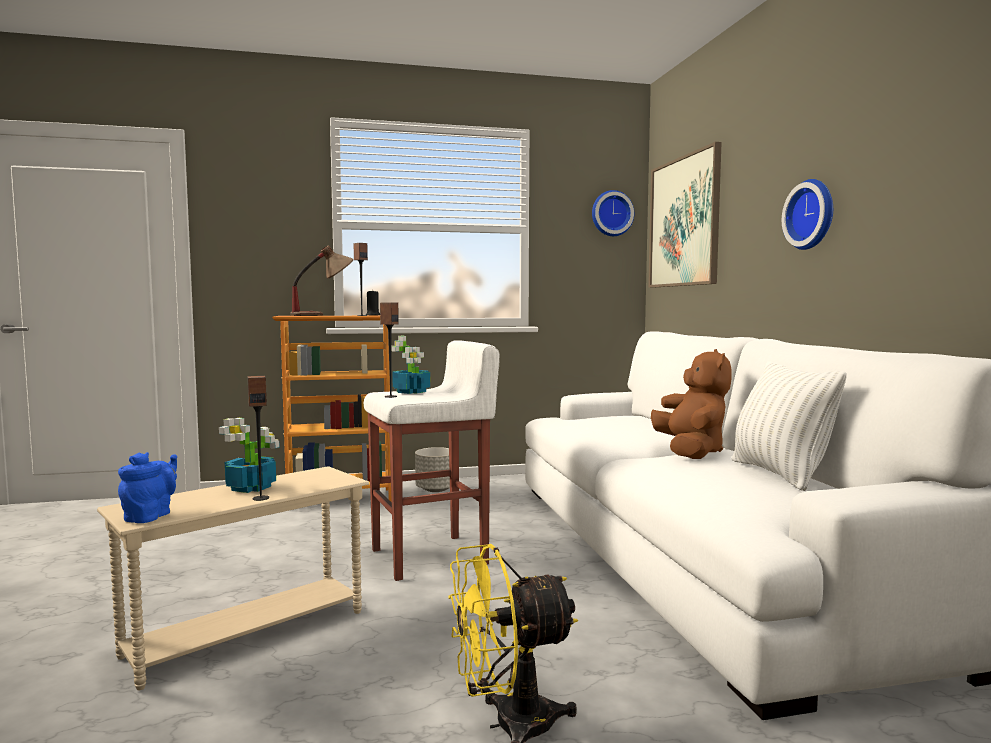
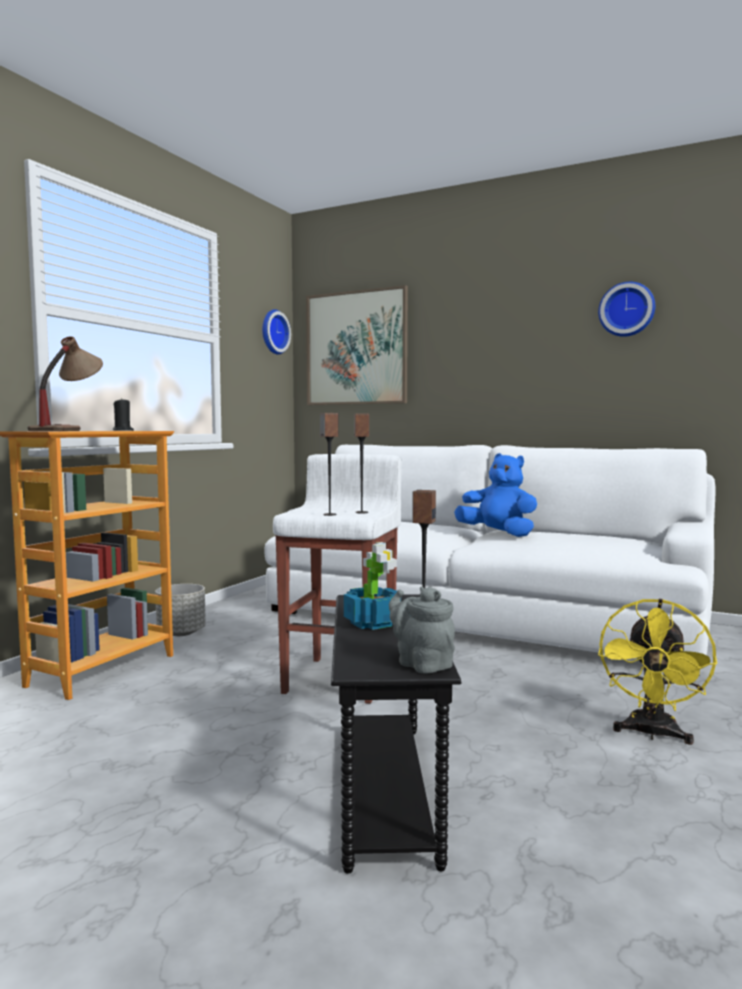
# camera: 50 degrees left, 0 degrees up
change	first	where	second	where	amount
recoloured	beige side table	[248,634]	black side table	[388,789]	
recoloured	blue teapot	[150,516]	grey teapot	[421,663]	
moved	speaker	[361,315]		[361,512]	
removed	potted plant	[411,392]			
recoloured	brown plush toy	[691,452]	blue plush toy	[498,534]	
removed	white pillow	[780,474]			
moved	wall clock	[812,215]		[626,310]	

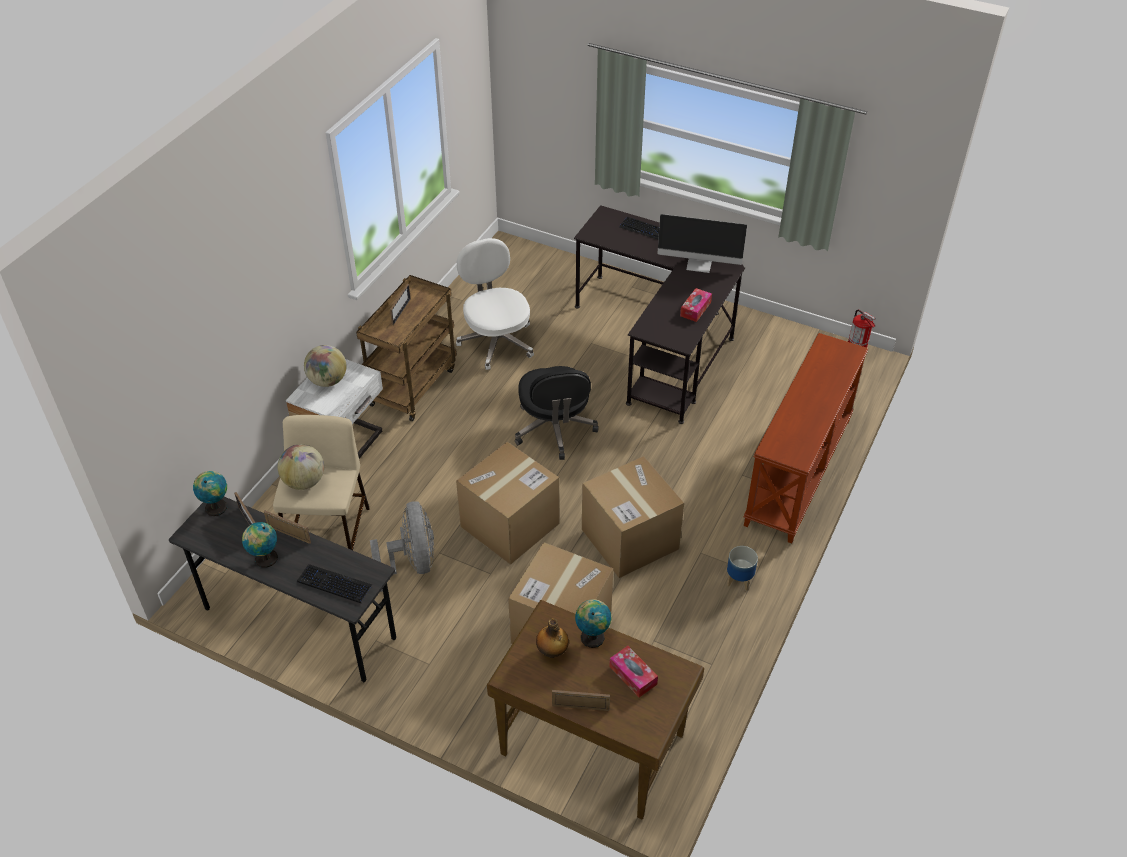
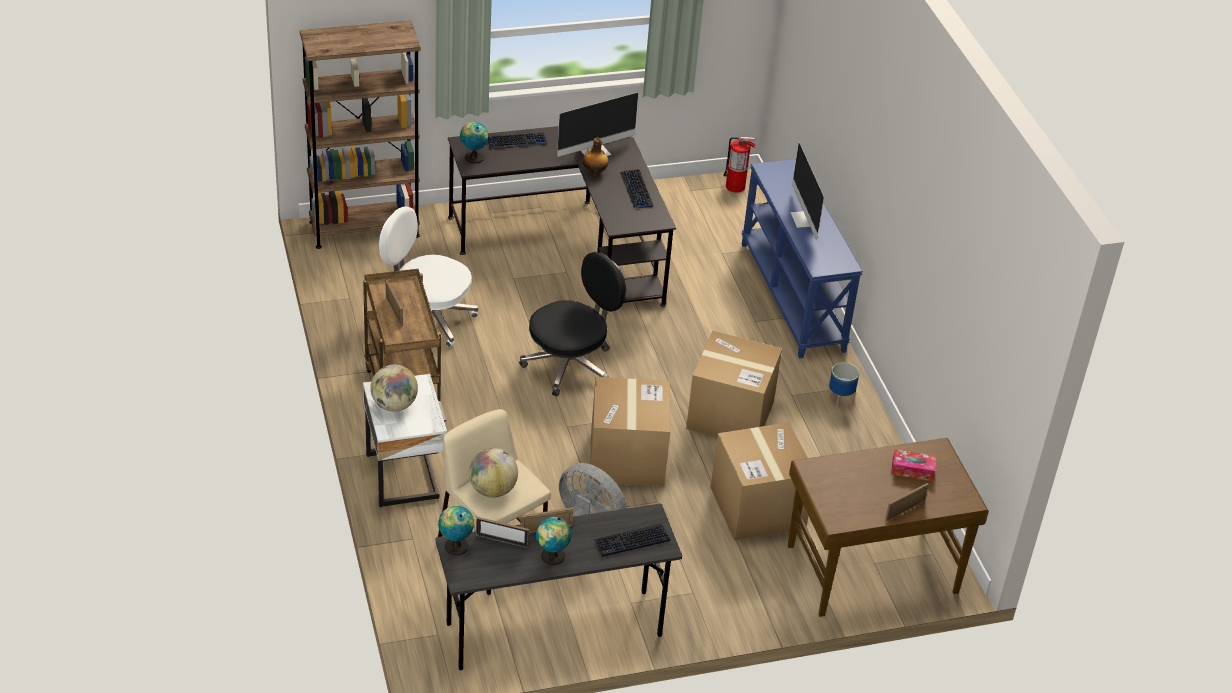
# camera: 45 degrees left, 5 degrees down
change	first	where	second	where	amount
turned	black office chair	[554,429]		[570,365]	75 degrees counterclockwise
moved	bottle	[552,652]		[594,173]	
moved	globe	[592,636]		[473,157]	
replaced	tissue box	[695,309]	keyboard	[636,190]	
recoloured	brown console table	[799,472]	blue console table	[793,296]	
added			brown bookcase	[364,229]	
added			monitor	[805,219]	

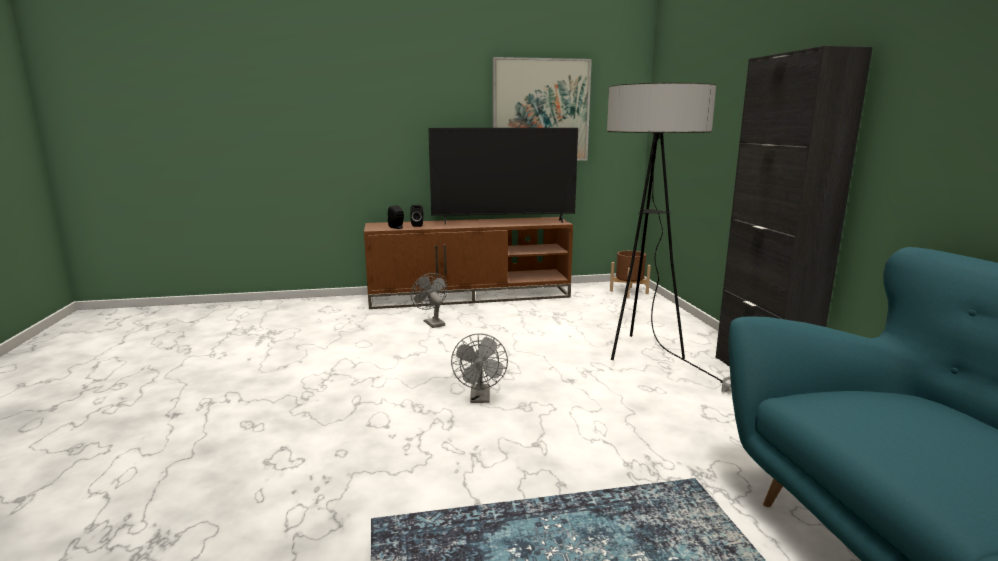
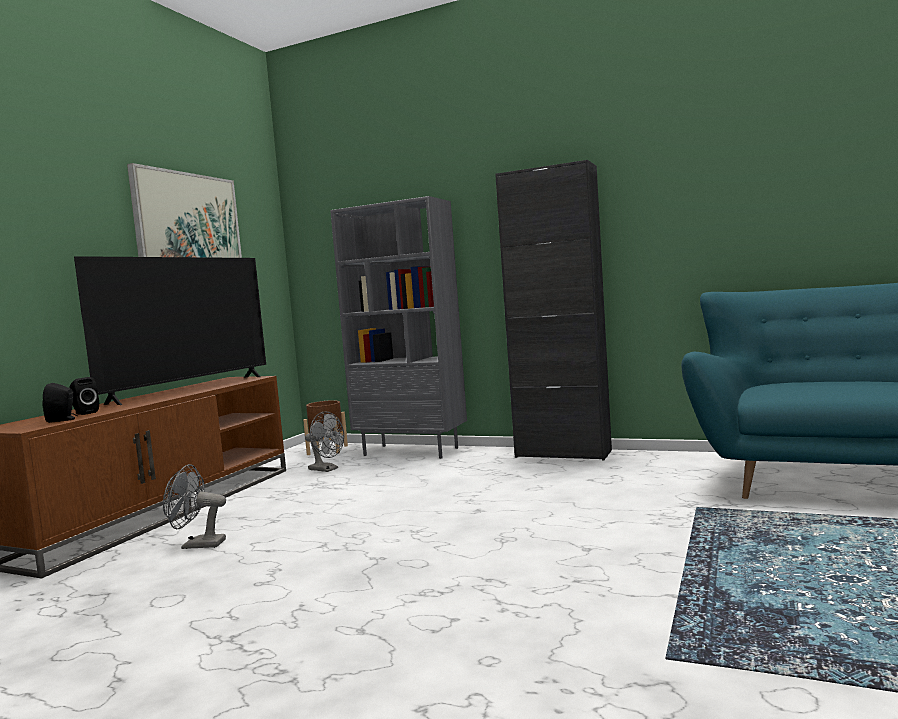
# camera: 55 degrees left, 10 degrees down
change	first	where	second	where	amount
moved	grey fan	[480,398]		[327,469]	
removed	floor lamp	[645,358]			
added			grey bookcase	[412,451]	

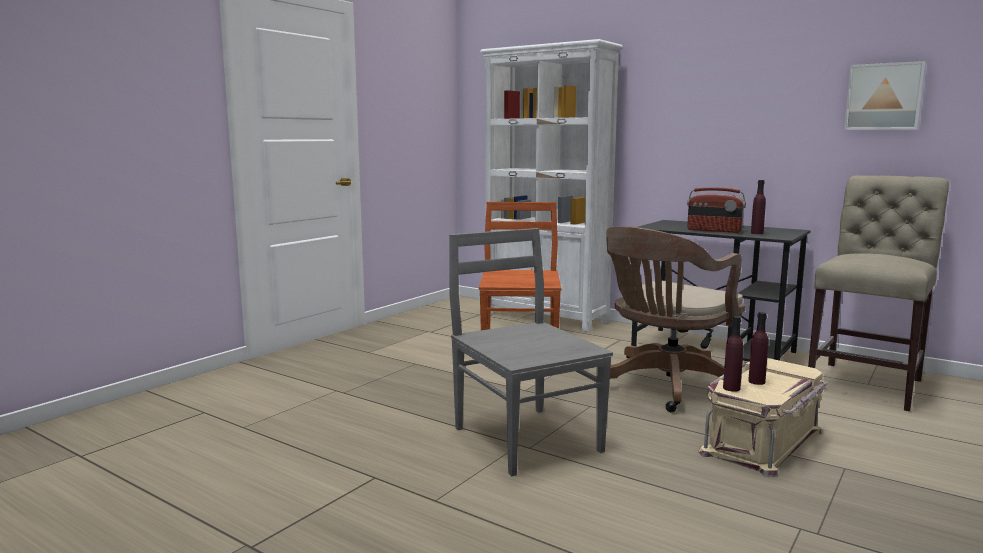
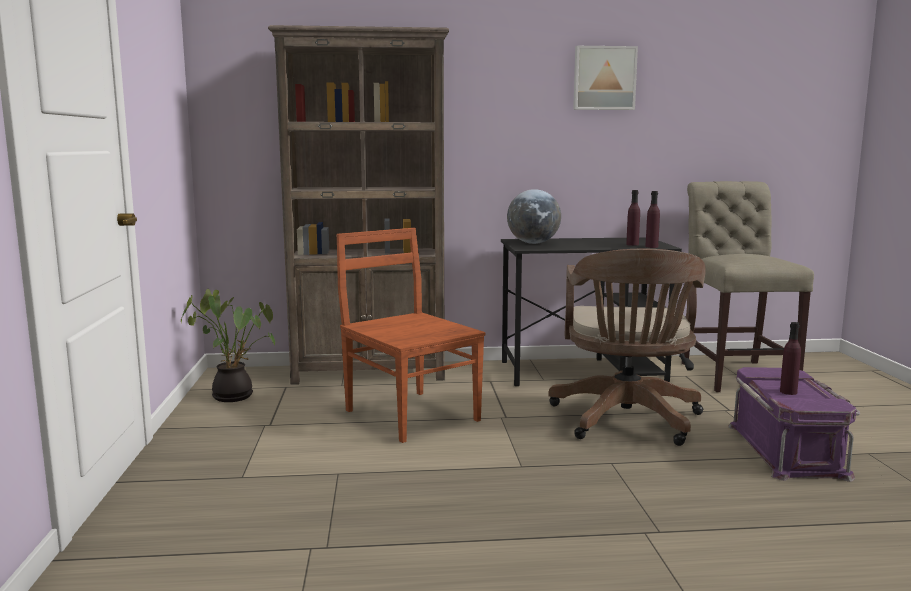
# camera: 40 degrees left, 0 degrees up
change	first	where	second	where	amount
removed	grey chair	[525,438]			
recoloured	white bookcase	[546,317]	brown bookcase	[370,373]	
removed	radio	[714,230]			
recoloured	beige storage box	[763,442]	purple storage box	[788,450]	
moved	purple bottle	[731,388]		[651,247]	
moved	picture	[884,97]		[604,78]	
added			potted plant	[234,395]	
added			globe	[533,243]	

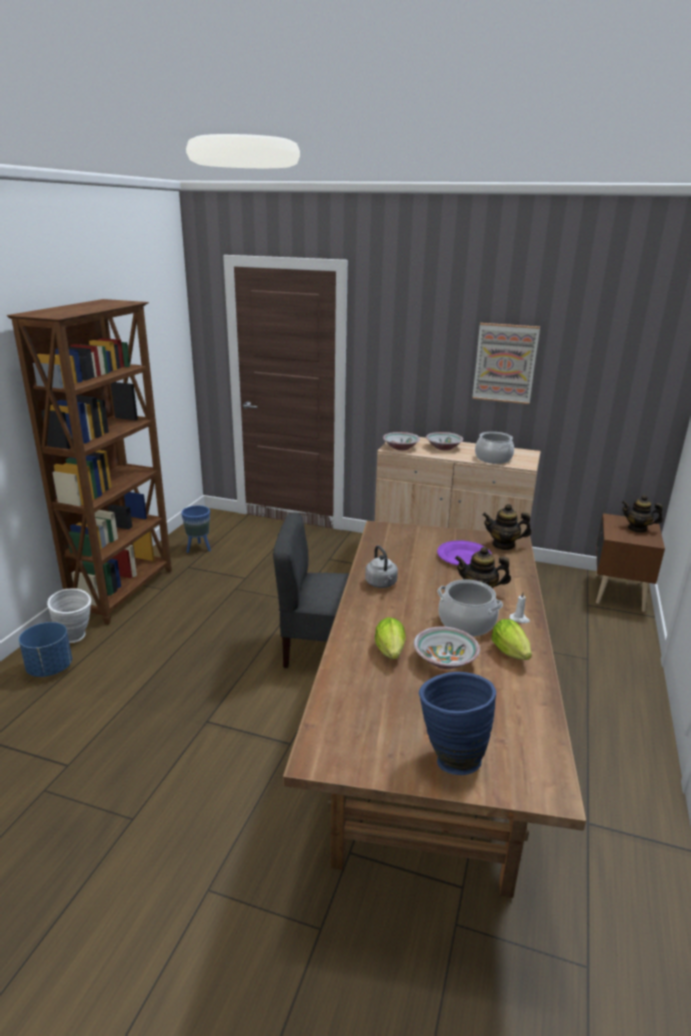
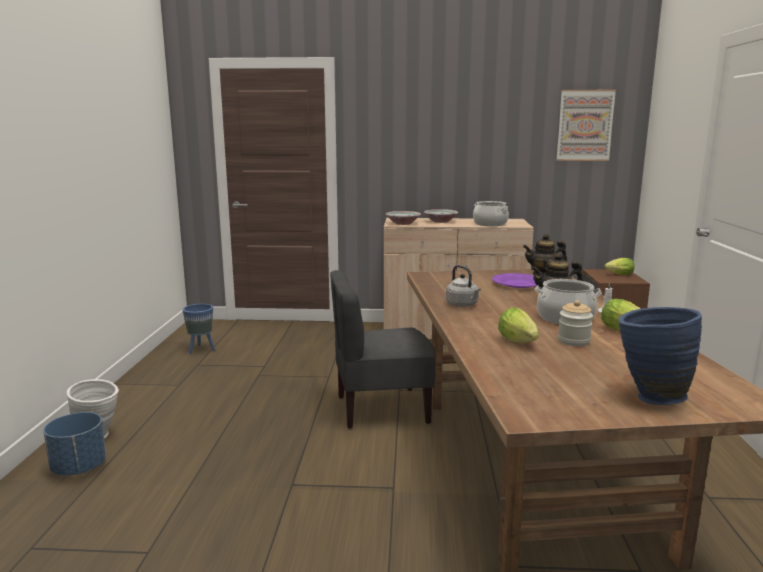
# camera: 15 degrees left, 10 degrees down
change	first	where	second	where	amount
removed	brown bookcase	[124,591]			
replaced	bowl	[445,660]	jar	[573,341]	
moved	picture	[505,363]		[585,125]	
replaced	teapot	[637,528]	lettuce	[618,275]	

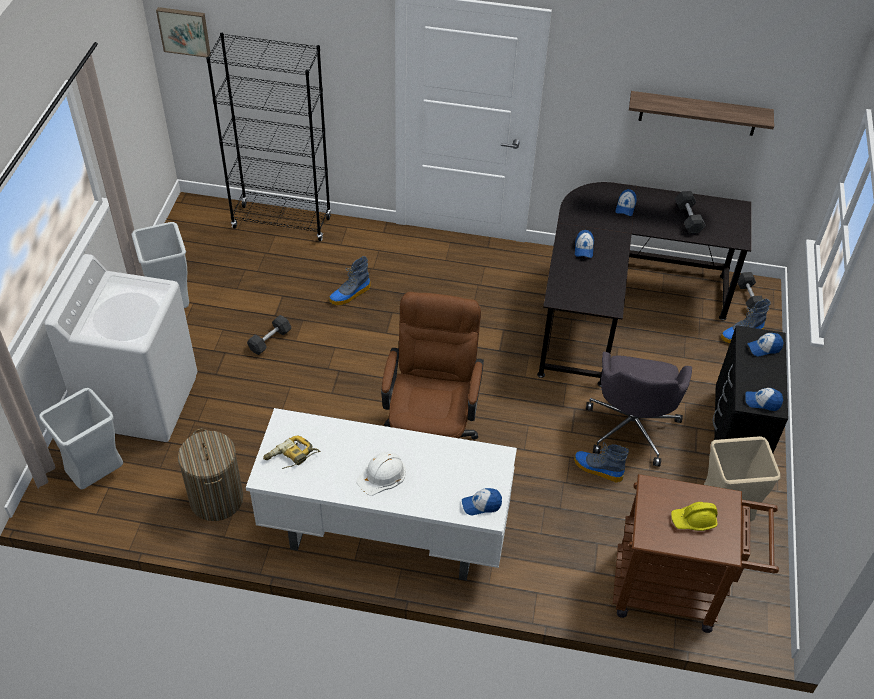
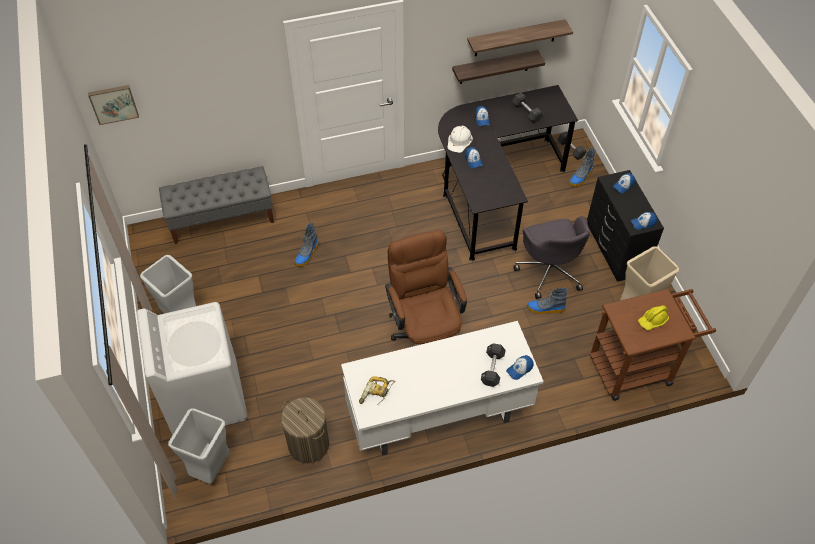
# camera: 25 degrees left, 5 degrees up
change	first	where	second	where	amount
replaced	black bookcase	[282,223]	grey bench	[222,219]	
moved	black dumbbell	[270,340]		[492,368]	
moved	white hard hat	[382,475]		[459,140]	
added			shelf	[494,67]	

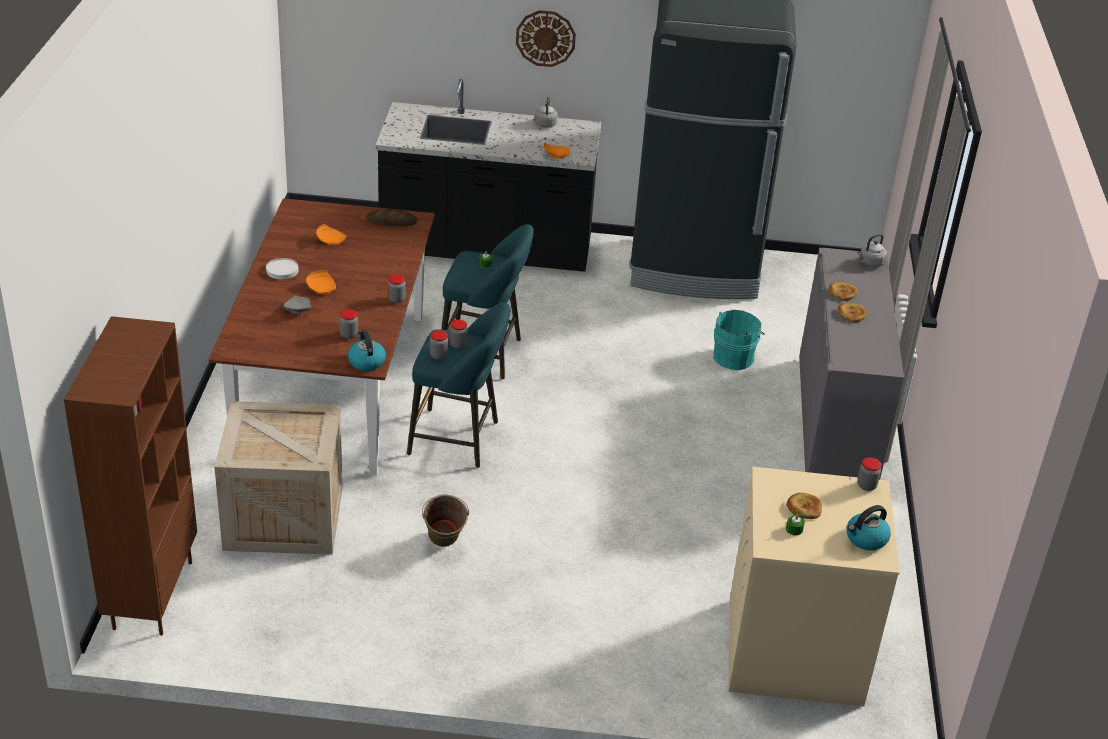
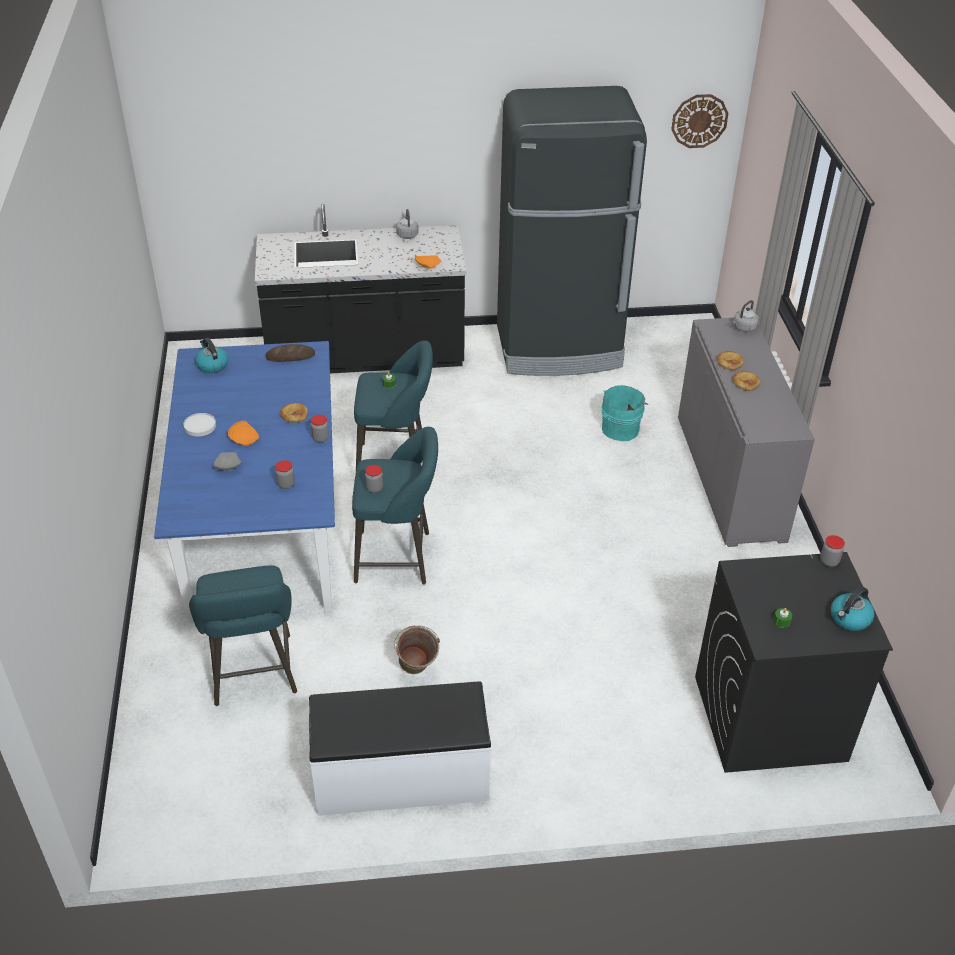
# camera: 10 degrees left, 5 degrees up
change	first	where	second	where	amount
removed	brown bookcase	[151,594]			
recoloured	brown dining table	[334,385]	blue dining table	[264,522]	
replaced	crate	[282,519]	turquoise stool	[253,675]	
removed	orange plate	[330,240]			
moved	kettle	[366,361]		[212,365]	
removed	jar	[458,344]			
moved	wall clock	[545,38]		[699,121]	
recoloured	beige washing machine	[793,652]	black washing machine	[768,718]	
moved	bread	[804,508]		[294,415]	
added			white bench	[401,777]	

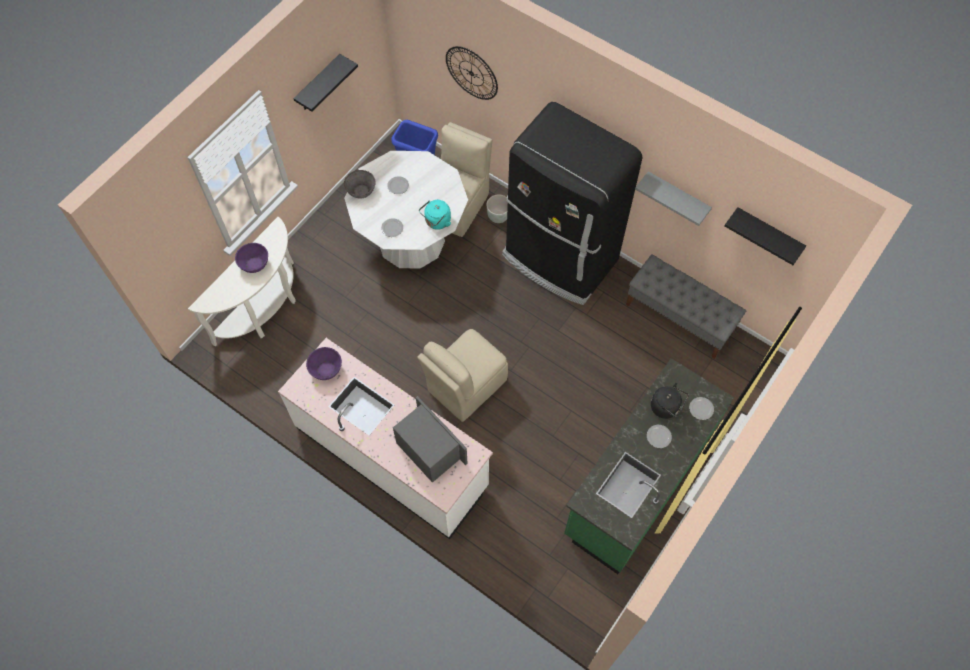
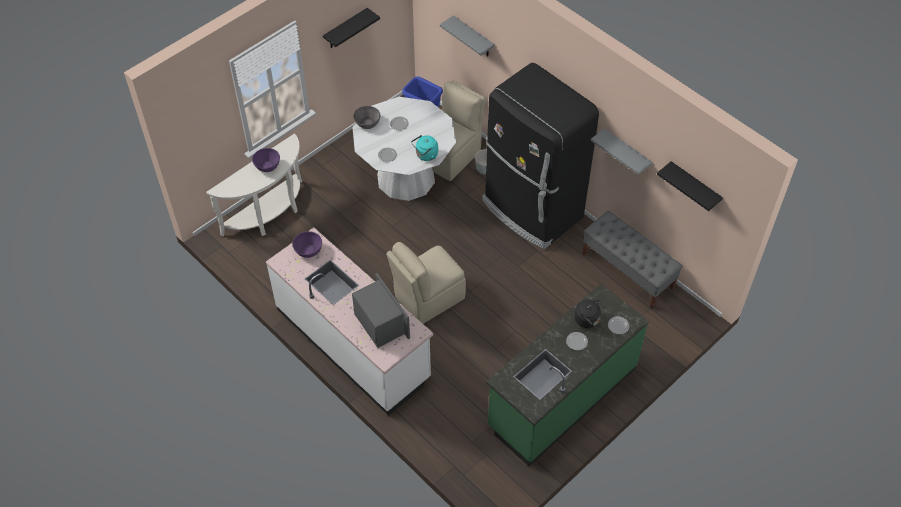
# camera: 10 degrees right, 10 degrees down
change	first	where	second	where	amount
replaced	wall clock	[471,73]	grey shelf	[473,37]	

